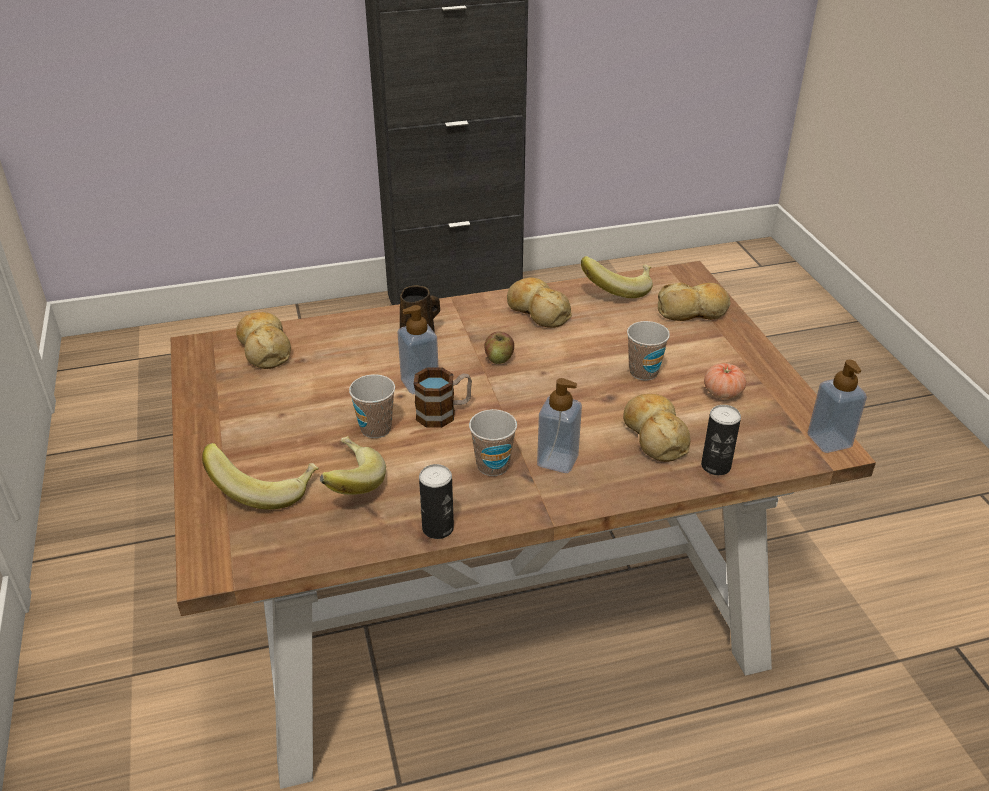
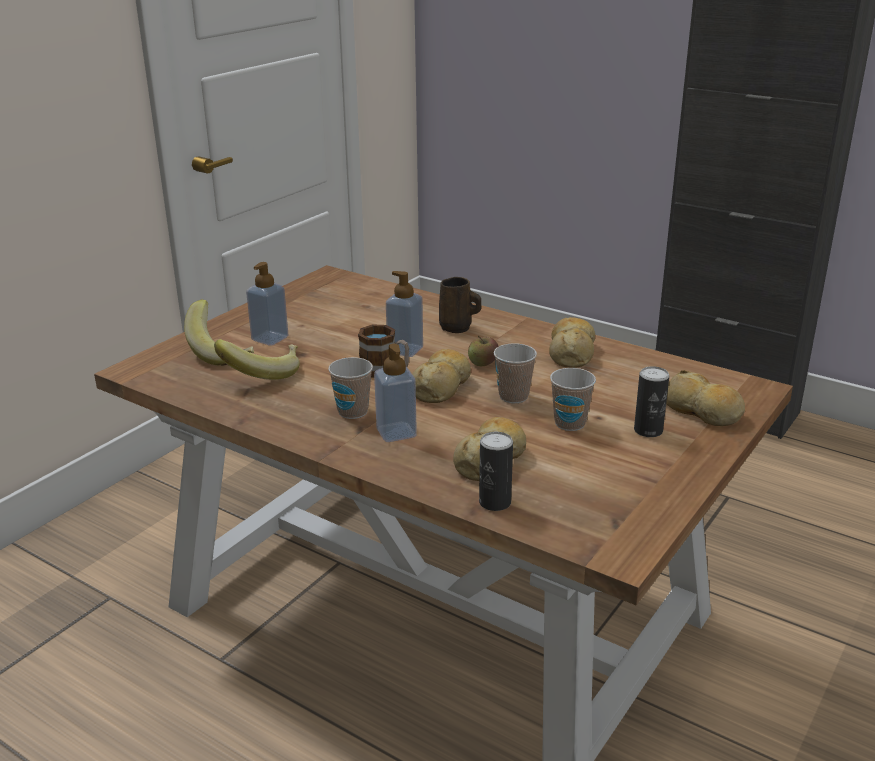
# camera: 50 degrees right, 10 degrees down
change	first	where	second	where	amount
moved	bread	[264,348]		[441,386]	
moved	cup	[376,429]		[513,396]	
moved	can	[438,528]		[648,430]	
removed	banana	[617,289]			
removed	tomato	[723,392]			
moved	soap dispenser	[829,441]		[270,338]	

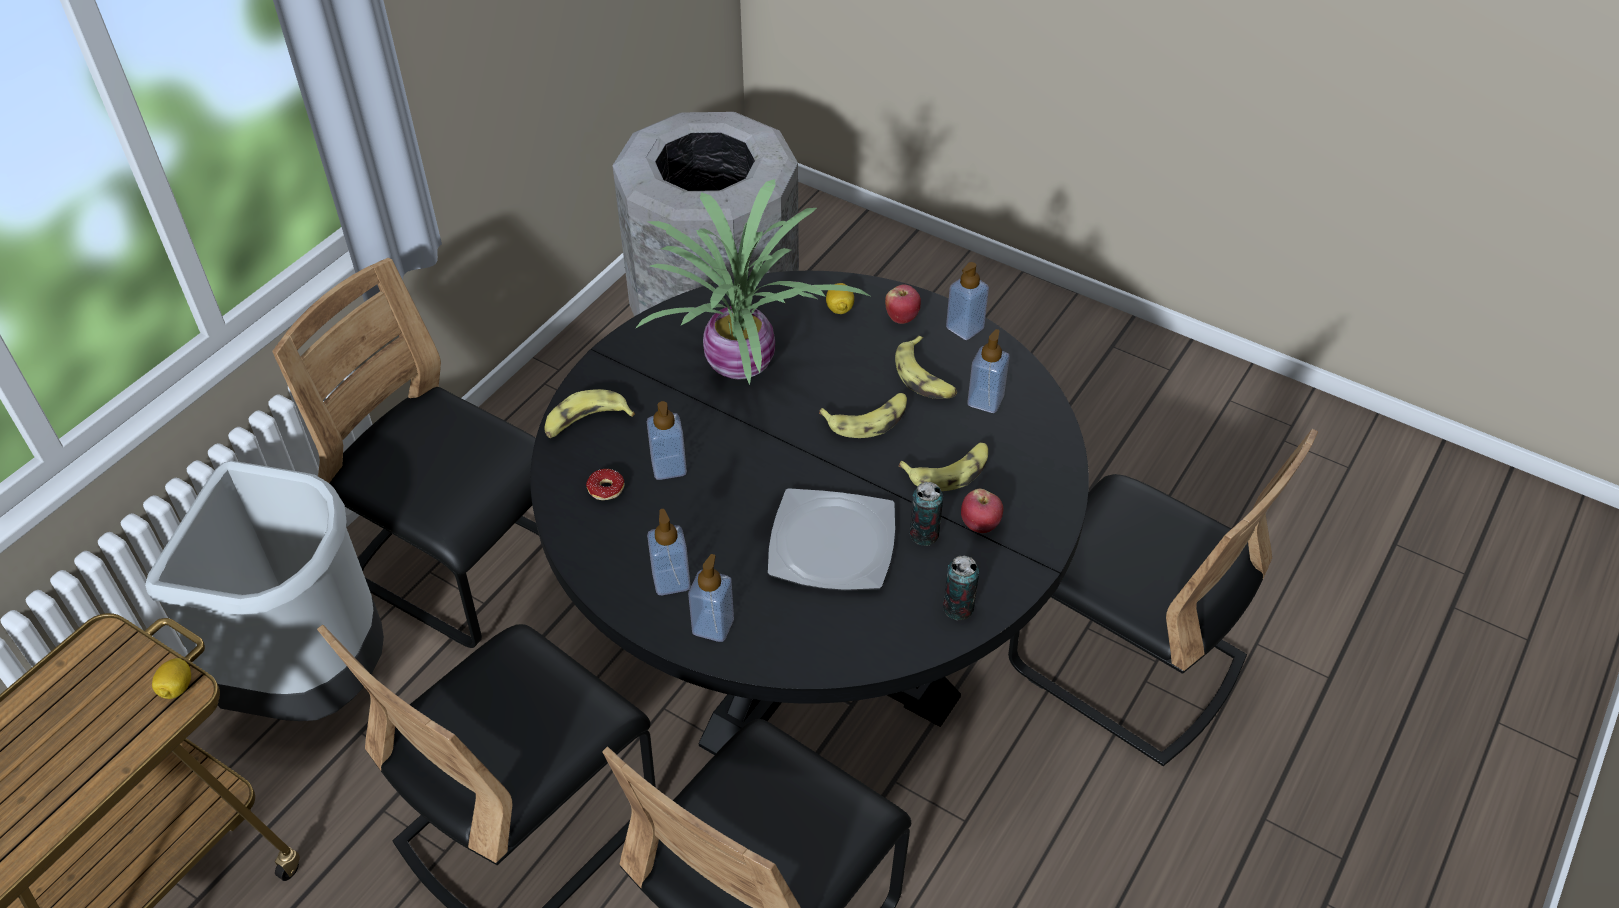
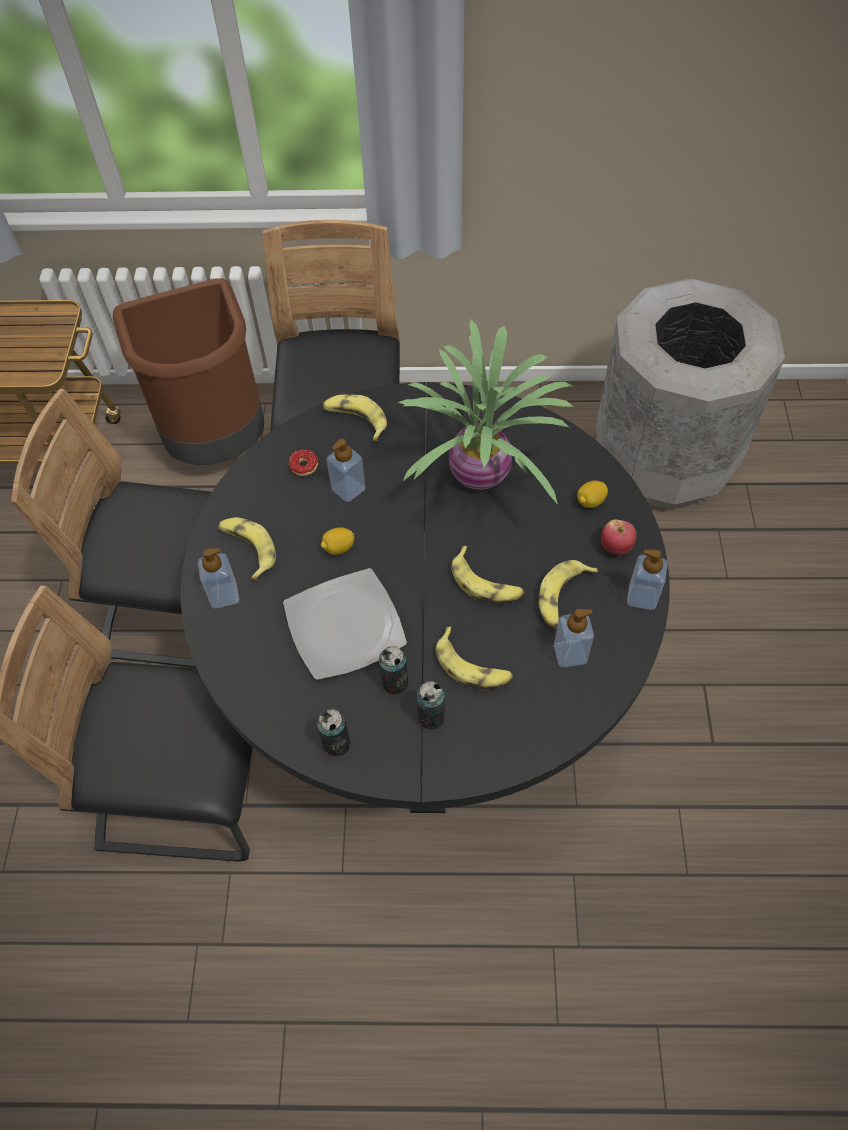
# camera: 60 degrees right, 10 degrees up
change	first	where	second	where	amount
recoloured	grey trash can	[316,682]	brown trash can	[218,444]	
moved	lemon	[177,688]		[338,548]	
replaced	soap dispenser	[671,581]	banana	[248,549]	
replaced	apple	[980,525]	can	[431,717]	
removed	black chair	[1125,663]			

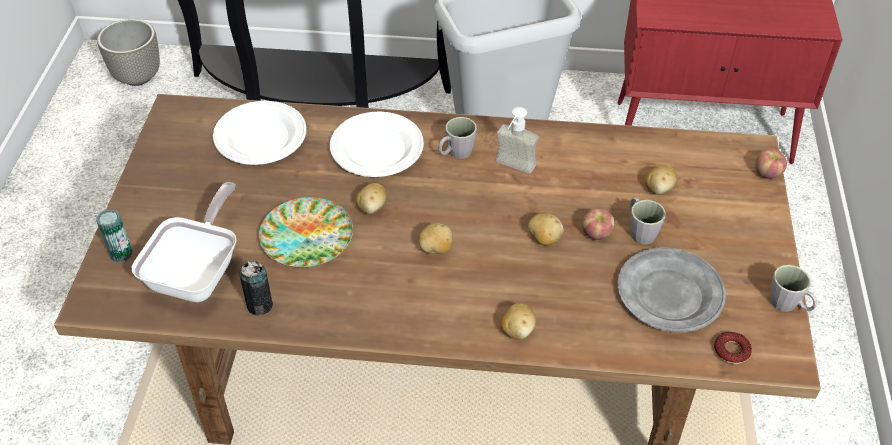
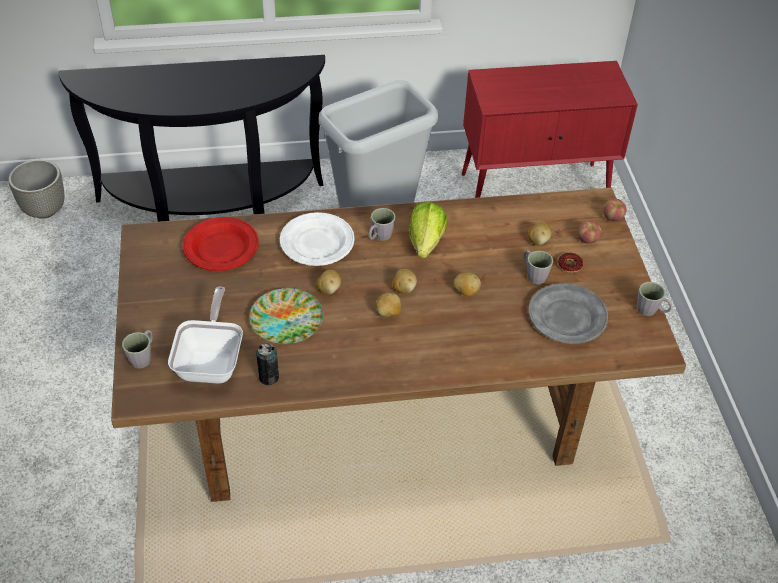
# camera: 15 degrees left, 0 degrees up
change	first	where	second	where	amount
replaced	can	[121,253]	grey mug	[143,357]	
recoloured	white plate	[261,137]	red plate	[221,247]	
replaced	soap dispenser	[512,169]	lettuce	[426,242]	
moved	potato	[517,330]		[404,288]	
moved	apple	[596,234]		[587,239]	
moved	donut	[731,351]		[570,265]	

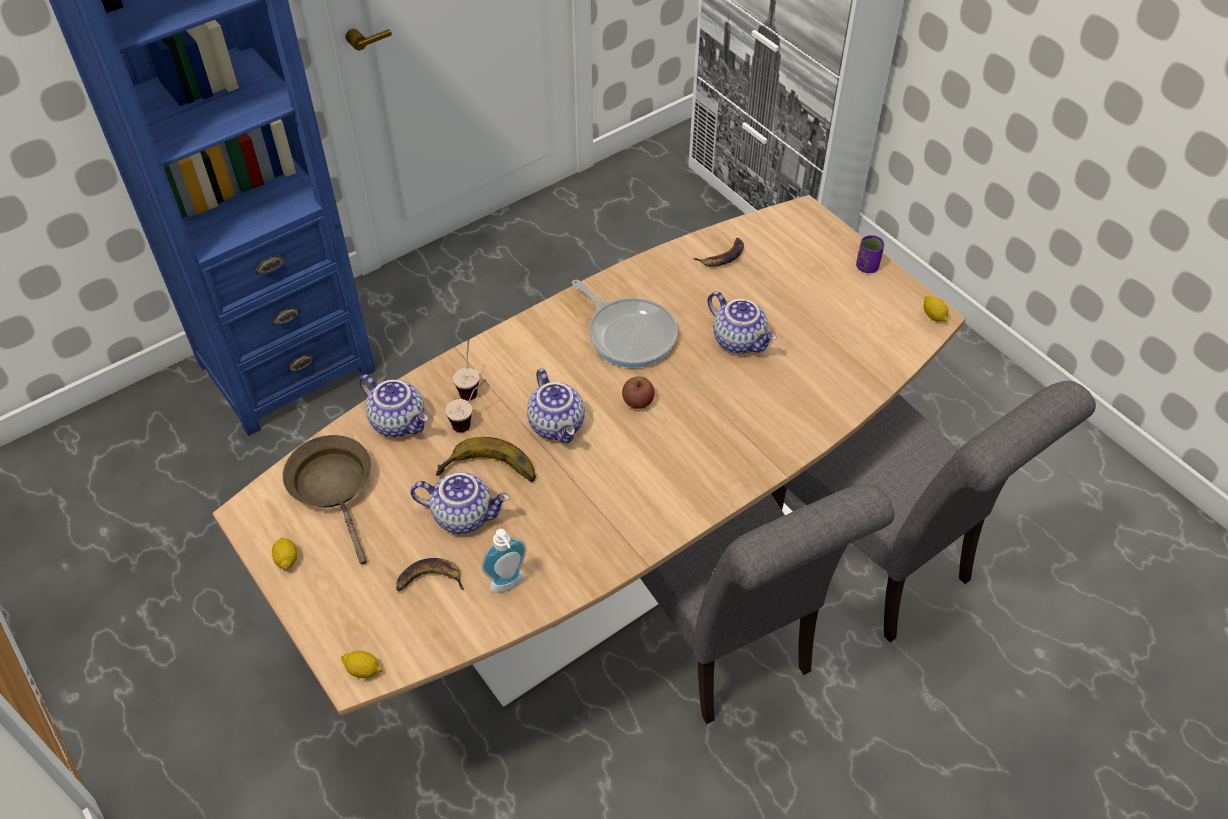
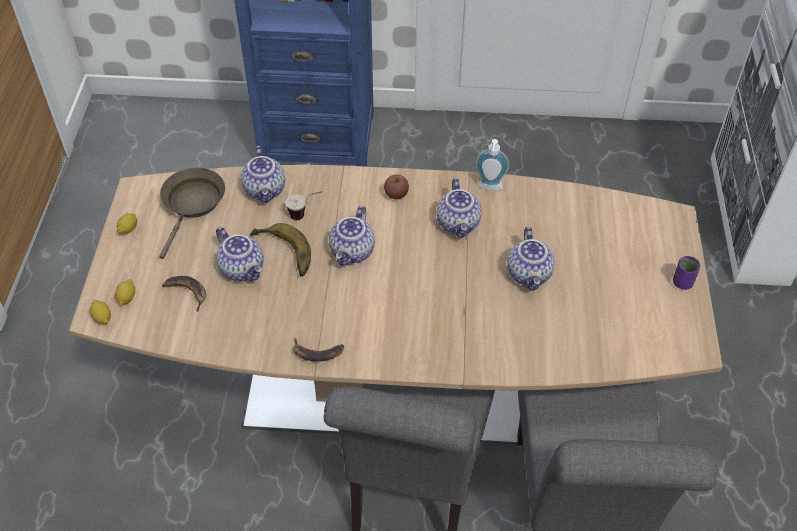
# camera: 40 degrees right, 0 degrees up
change	first	where	second	where	amount
removed	cup	[469,386]			
moved	soap dispenser	[509,585]		[489,188]	
replaced	frying pan	[629,334]	teapot	[459,224]	
moved	apple	[638,401]		[396,194]	
moved	banana	[722,256]		[317,352]	
moved	lemon	[933,316]		[127,297]	

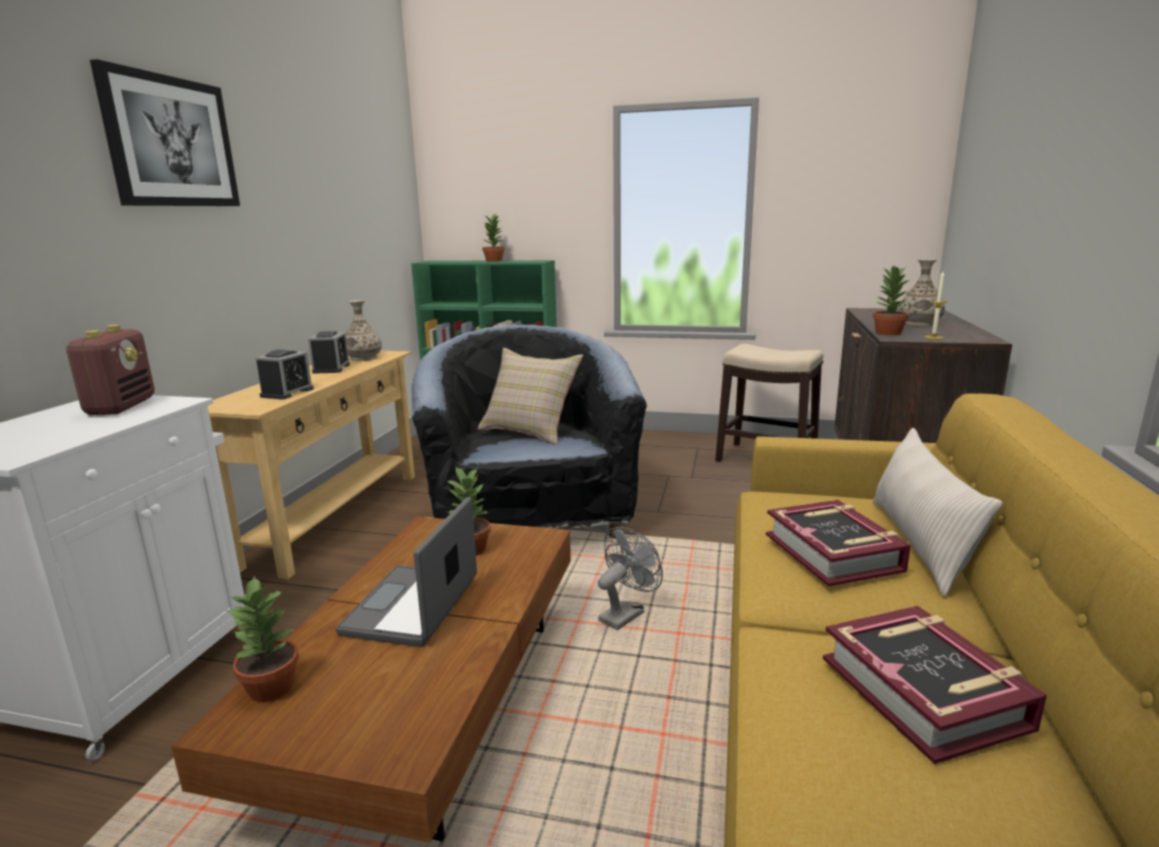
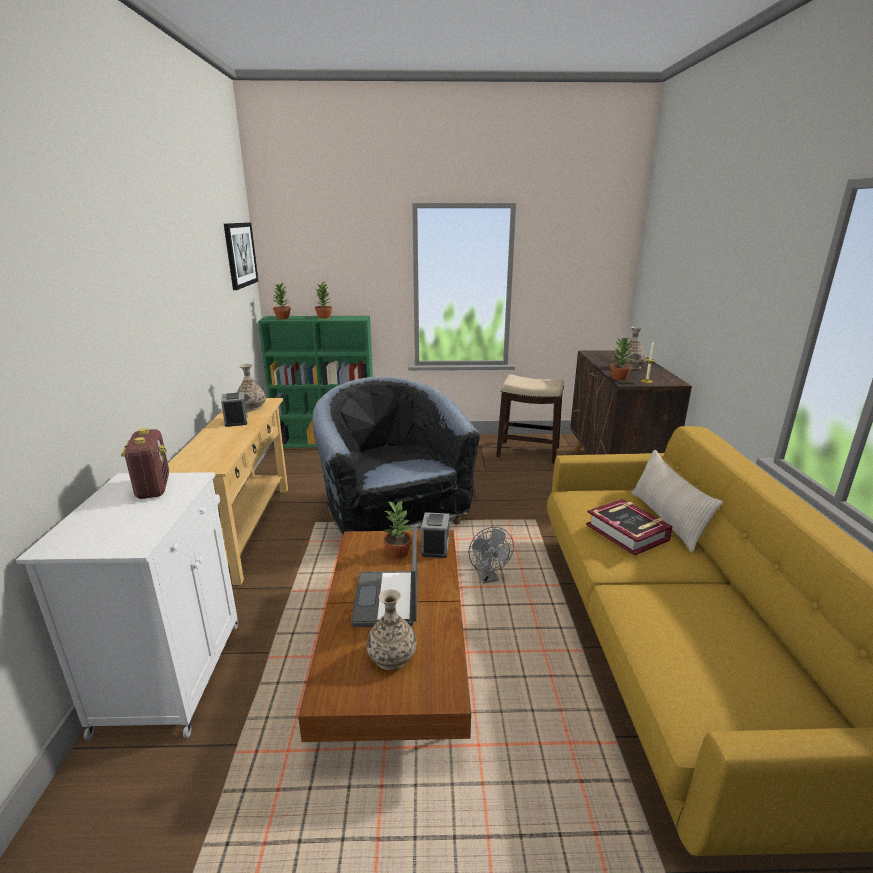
# camera: 15 degrees left, 5 degrees up
change	first	where	second	where	amount
moved	picture	[171,142]		[240,254]	
moved	potted plant	[270,688]		[282,318]	
moved	alarm clock	[287,393]		[435,547]	
removed	beige pillow	[530,431]			
turned	grey fan	[626,613]		[488,577]	135 degrees clockwise
removed	book	[923,692]			
added			vase	[391,656]	

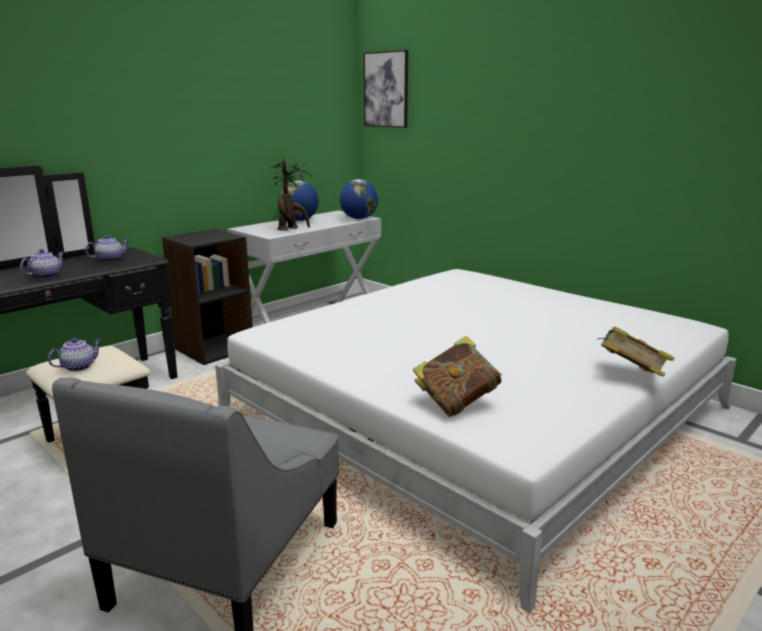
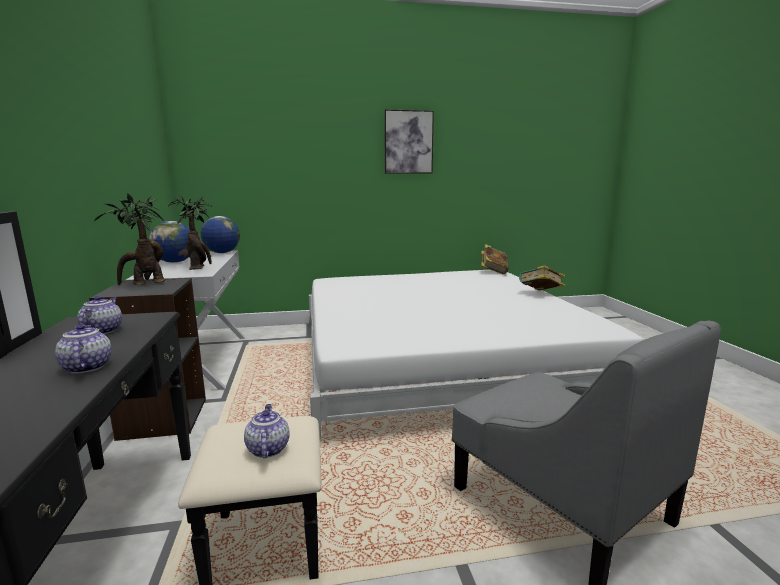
# camera: 55 degrees left, 5 degrees down
change	first	where	second	where	amount
moved	picture	[386,89]		[408,142]	
moved	book	[456,403]		[493,272]	
added			potted plant	[144,283]	

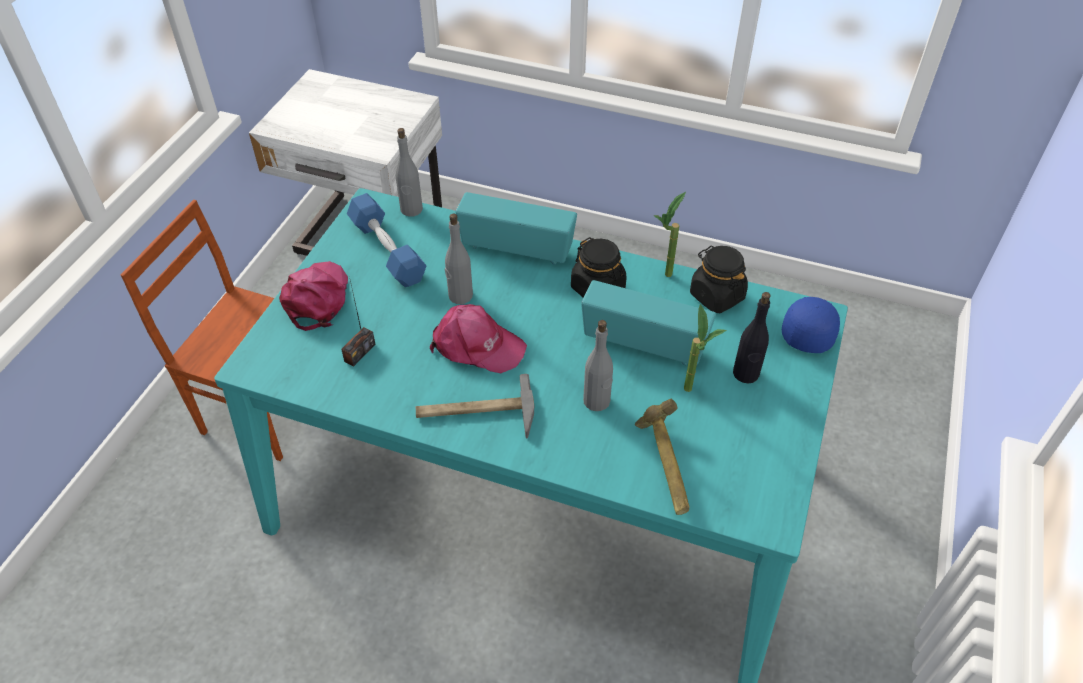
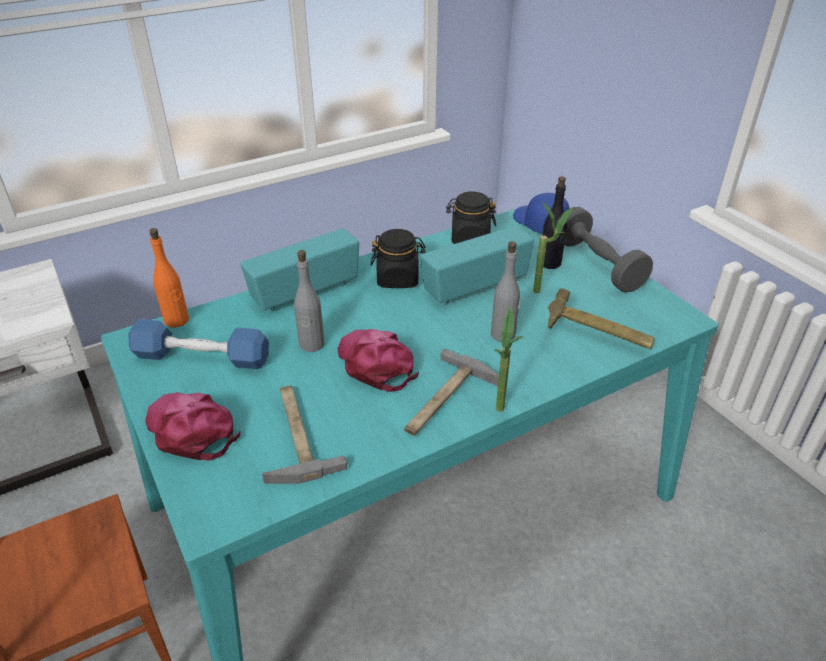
# camera: 50 degrees left, 10 degrees down
change	first	where	second	where	amount
replaced	radio	[359,352]	hammer	[295,434]	
recoloured	grey bottle	[411,210]	orange bottle	[177,320]	
turned	pink cap	[476,346]		[376,363]	90 degrees counterclockwise
moved	potted plant	[663,278]		[501,415]	
added			grey dumbbell	[598,265]	

